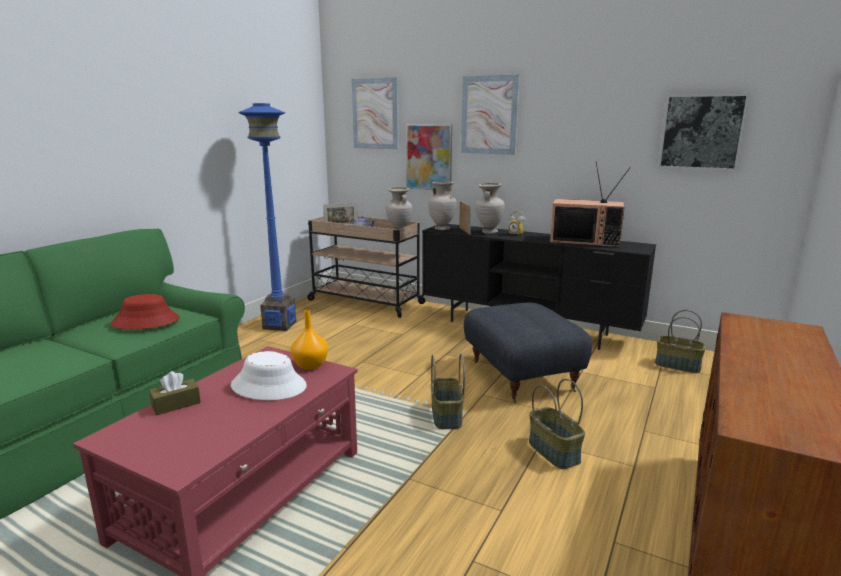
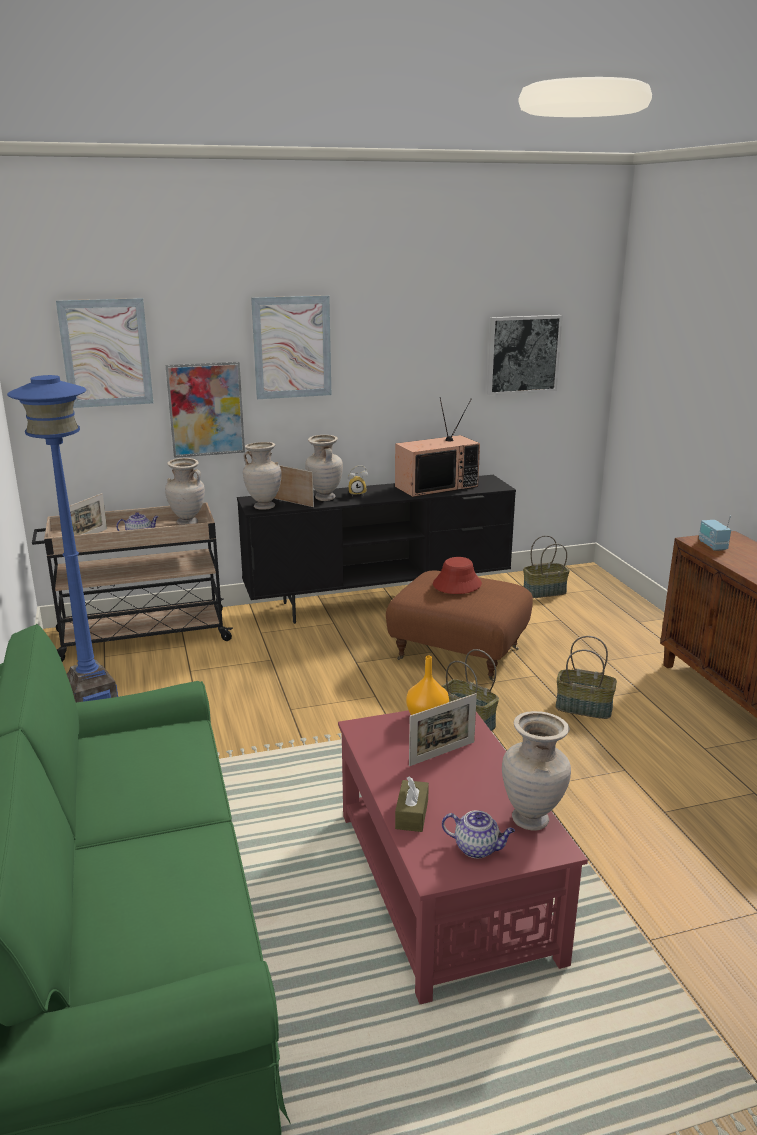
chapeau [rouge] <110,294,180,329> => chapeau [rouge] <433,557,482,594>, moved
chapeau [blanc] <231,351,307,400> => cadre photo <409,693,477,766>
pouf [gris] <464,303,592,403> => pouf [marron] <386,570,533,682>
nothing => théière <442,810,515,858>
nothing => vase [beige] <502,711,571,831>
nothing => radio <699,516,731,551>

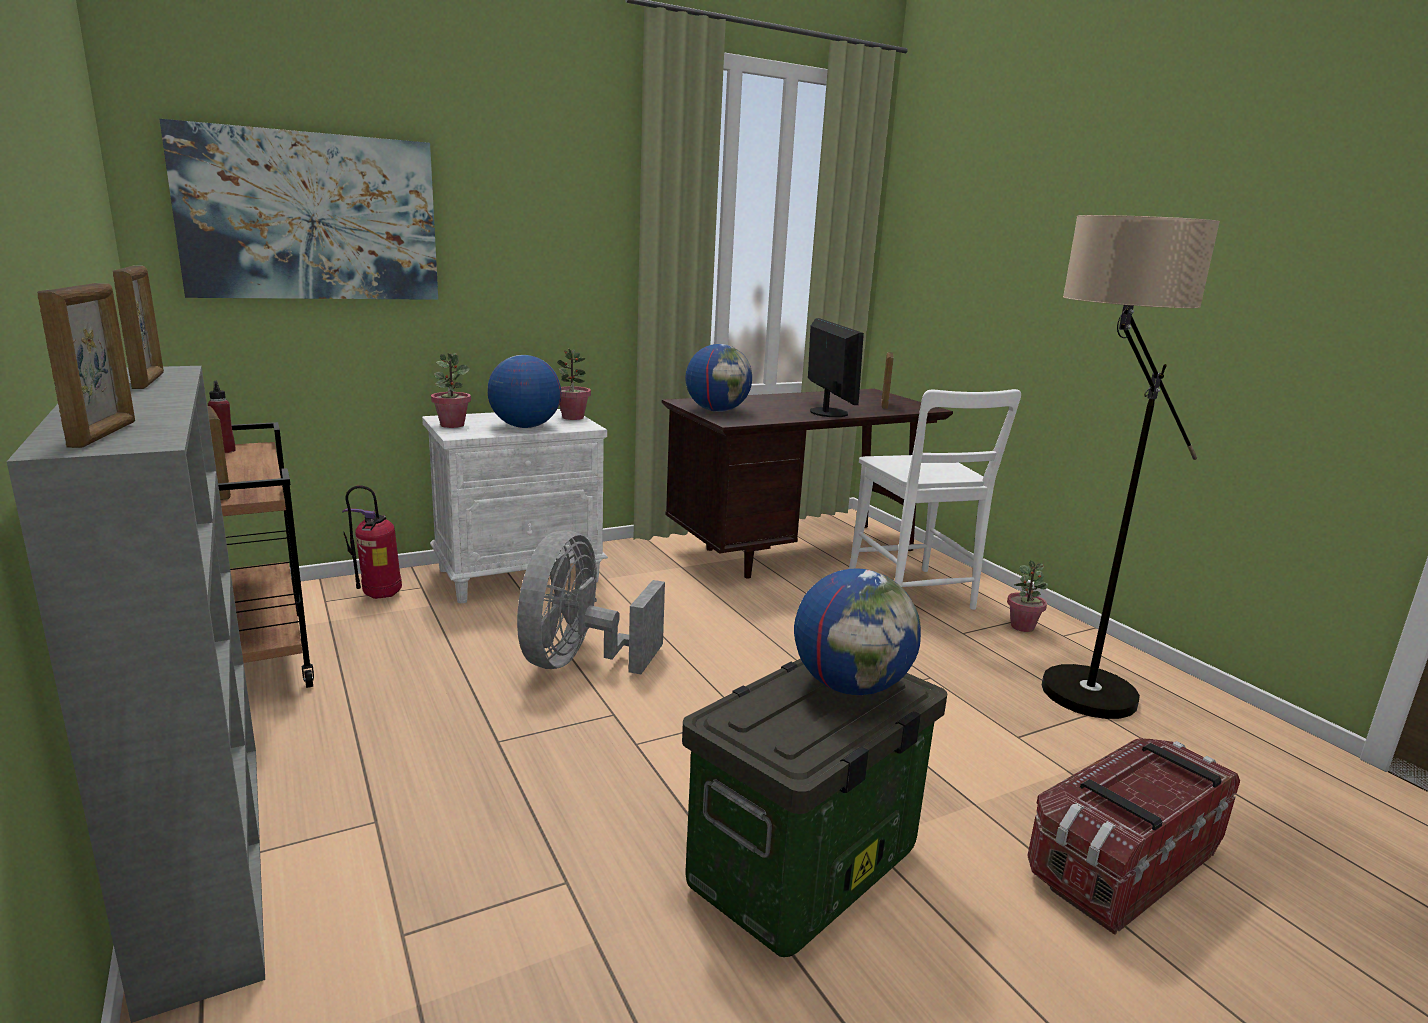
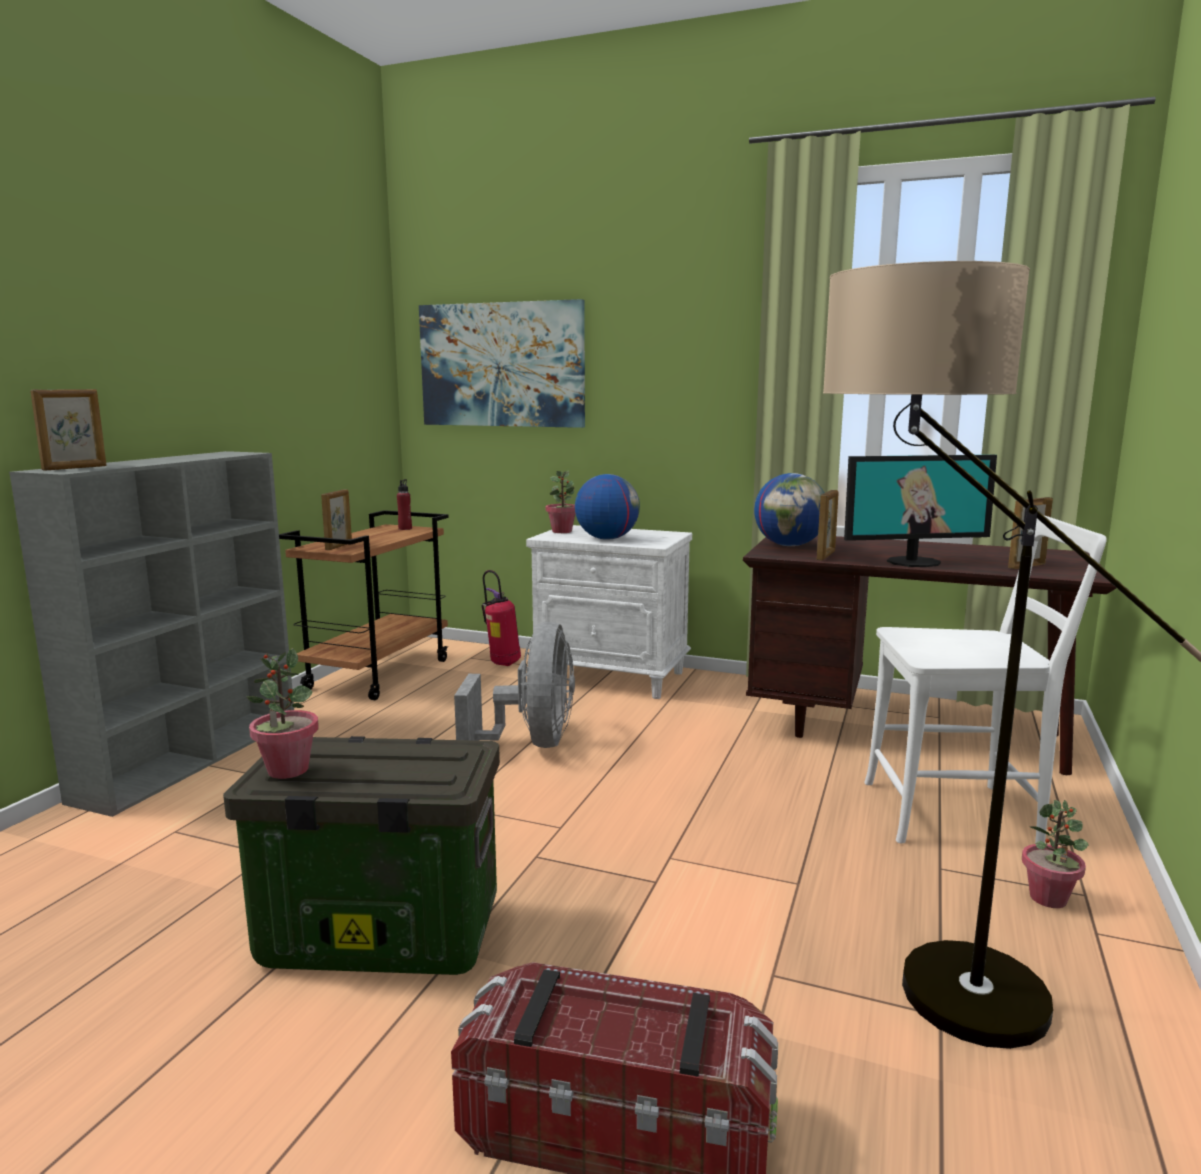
cadre photo <113,266,164,389> => cadre photo <817,490,838,560>, moved
ventilateur [gris] <517,530,665,674> => ventilateur [gris] <454,622,575,748>, 120 degrees clockwise
plante en pot <557,349,591,420> => plante en pot <246,648,319,779>, moved
globe <794,568,921,695> => nothing
écran d'ordinateur <808,318,864,417> => écran d'ordinateur <844,455,997,567>, 45 degrees clockwise
chaise [blanc] <849,389,1021,610> => chaise [blanc] <864,516,1107,844>, 120 degrees counterclockwise

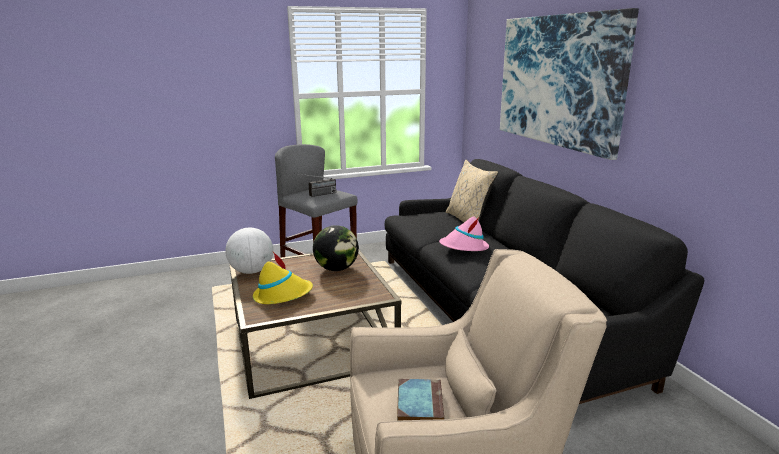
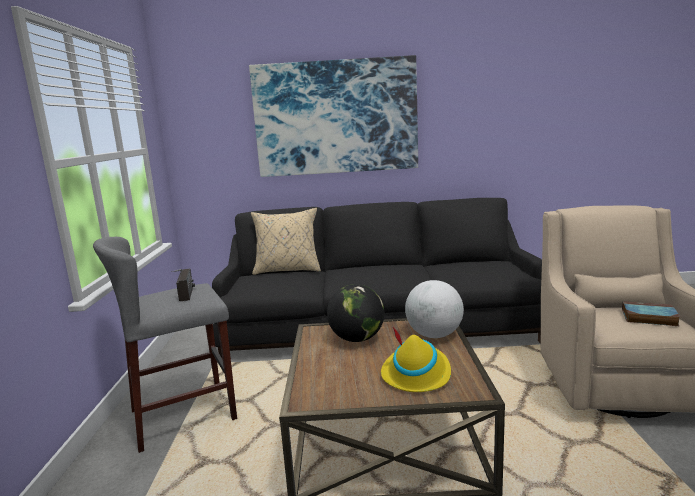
globe <225,228,273,274> => globe <405,280,464,338>, moved
chapeau [rose] <439,216,489,251> => nothing

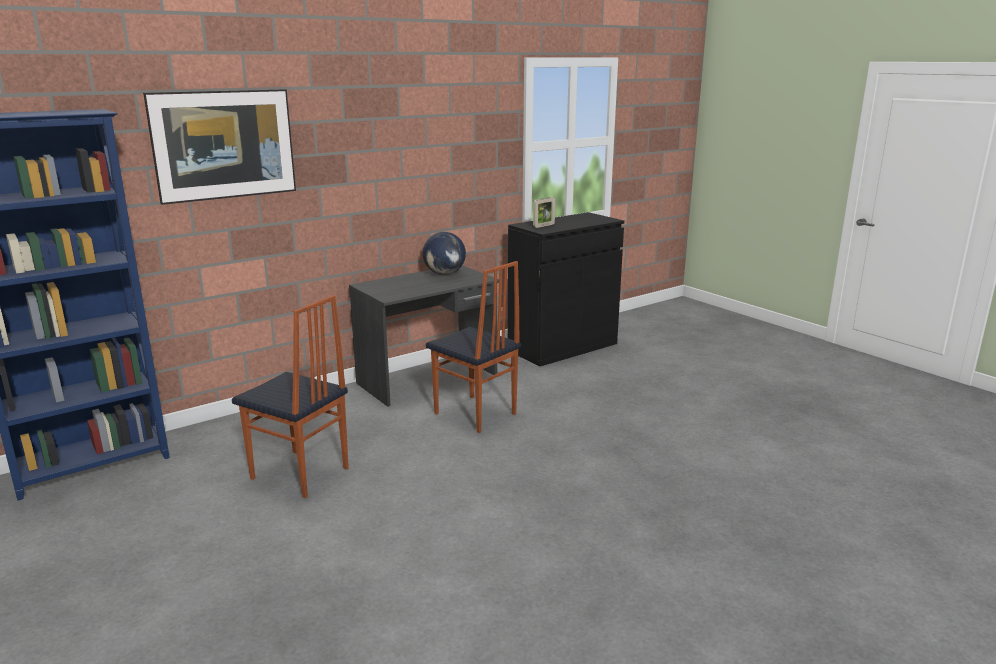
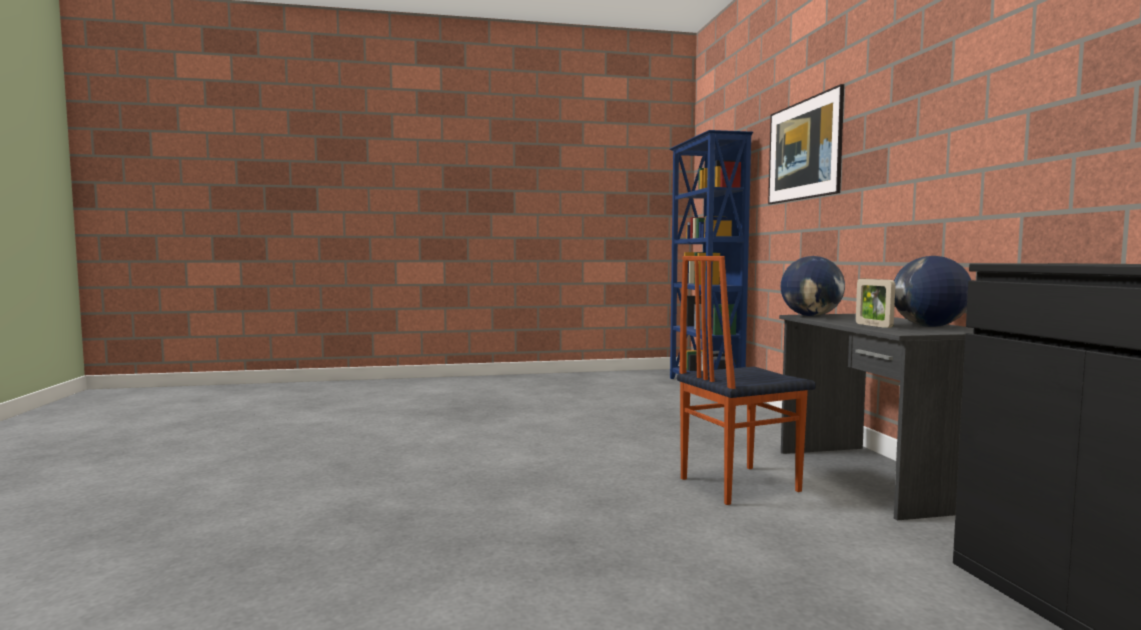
chaise <232,295,349,498> => nothing
cadre photo <533,197,555,228> => cadre photo <856,279,895,328>, moved
nothing => globe <781,256,845,316>

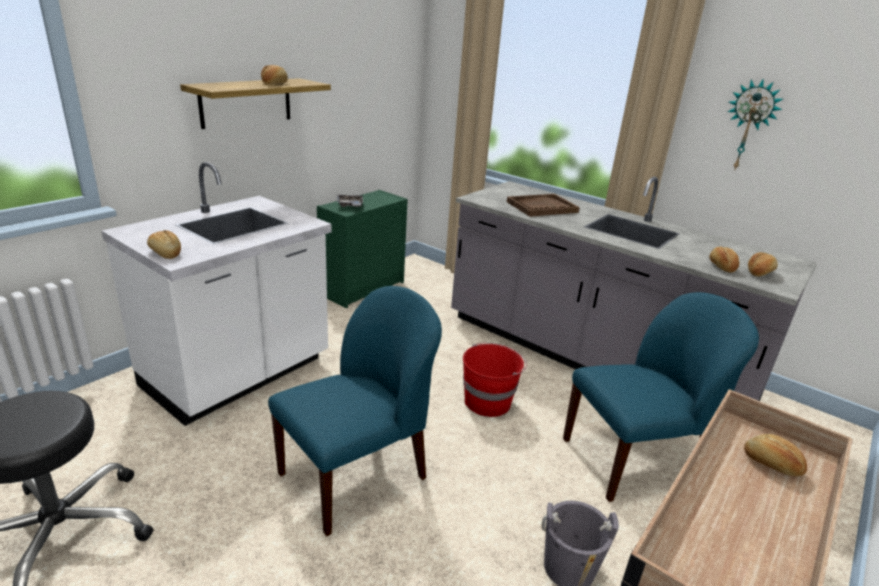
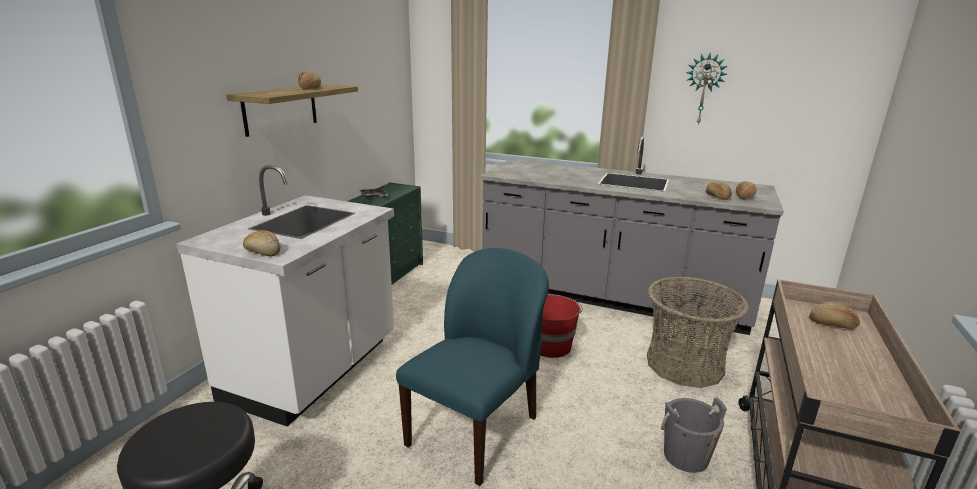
plateau [marron] <507,194,580,217> => nothing
chaise [bleu] <563,292,759,502> => panier <647,276,749,388>

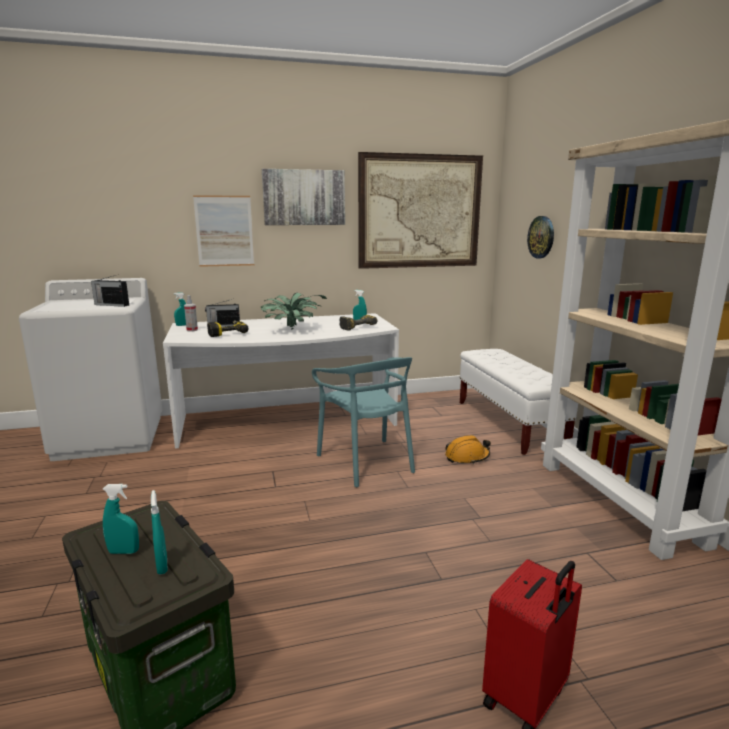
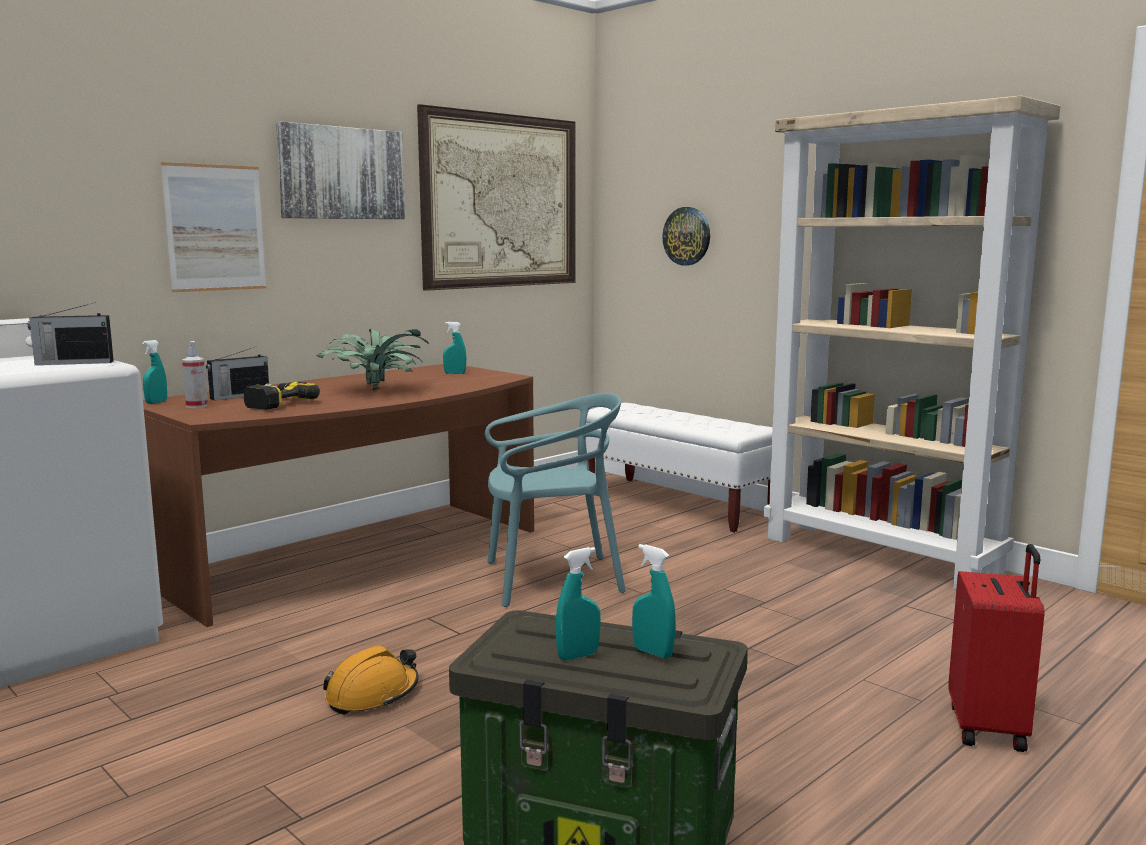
bureau [blanc] <163,313,399,449> => bureau [marron] <143,364,534,627>
chaise [turquoise] <312,357,415,487> => chaise [turquoise] <485,393,626,607>, 45 degrees counterclockwise
perceuse <339,315,377,331> => nothing
casque de chantier [orange] <445,435,491,464> => casque de chantier [orange] <323,646,419,715>, moved

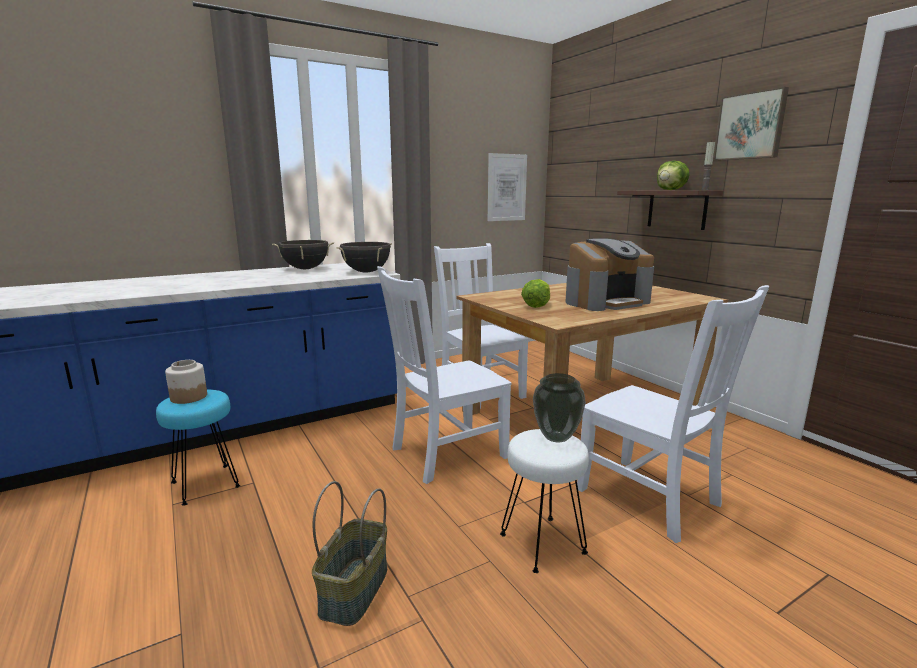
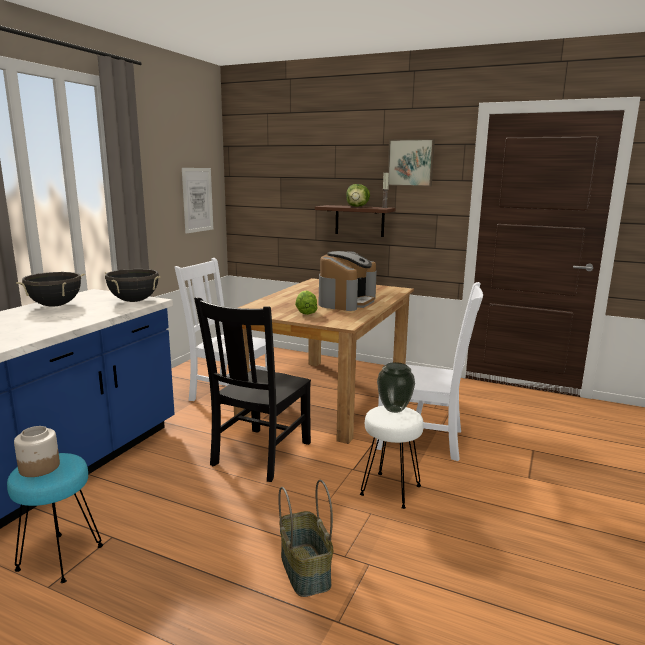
chaise [blanc] <377,266,512,484> => chaise [noir] <194,297,311,482>

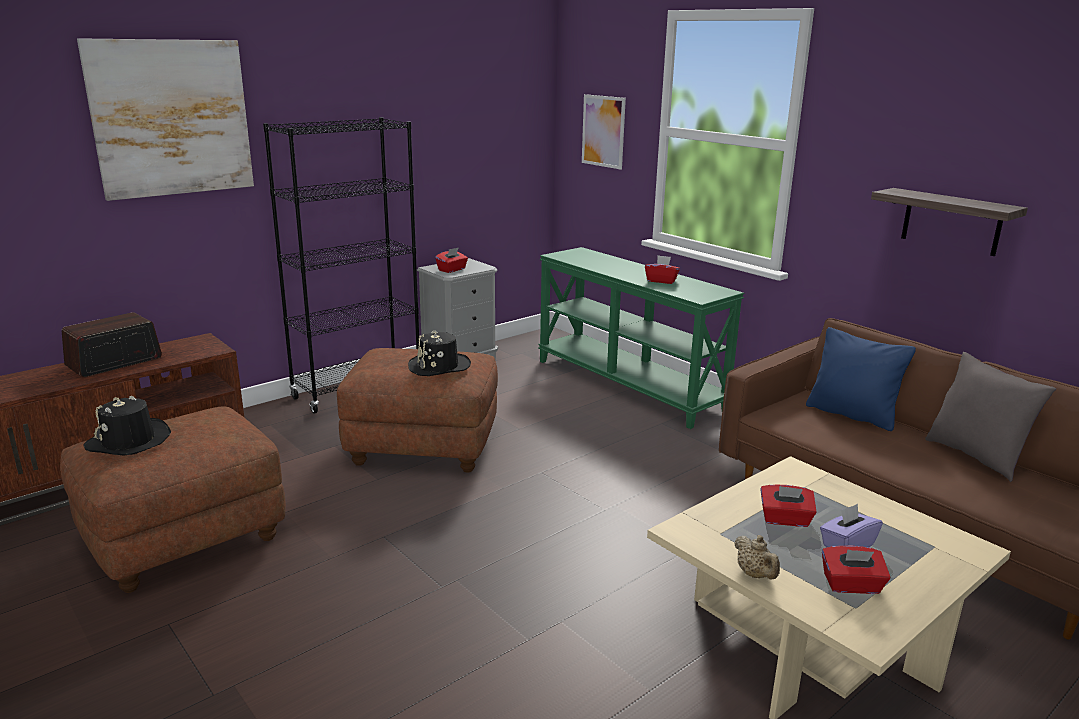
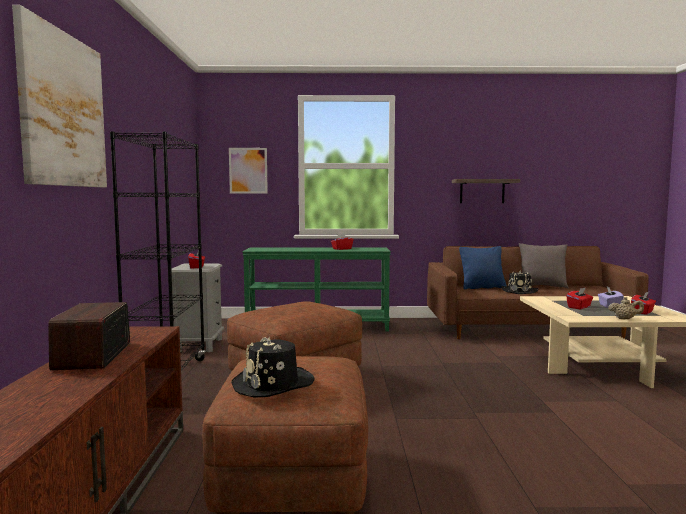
chapeau [noir] <408,330,471,376> => chapeau [noir] <501,270,538,294>, moved

